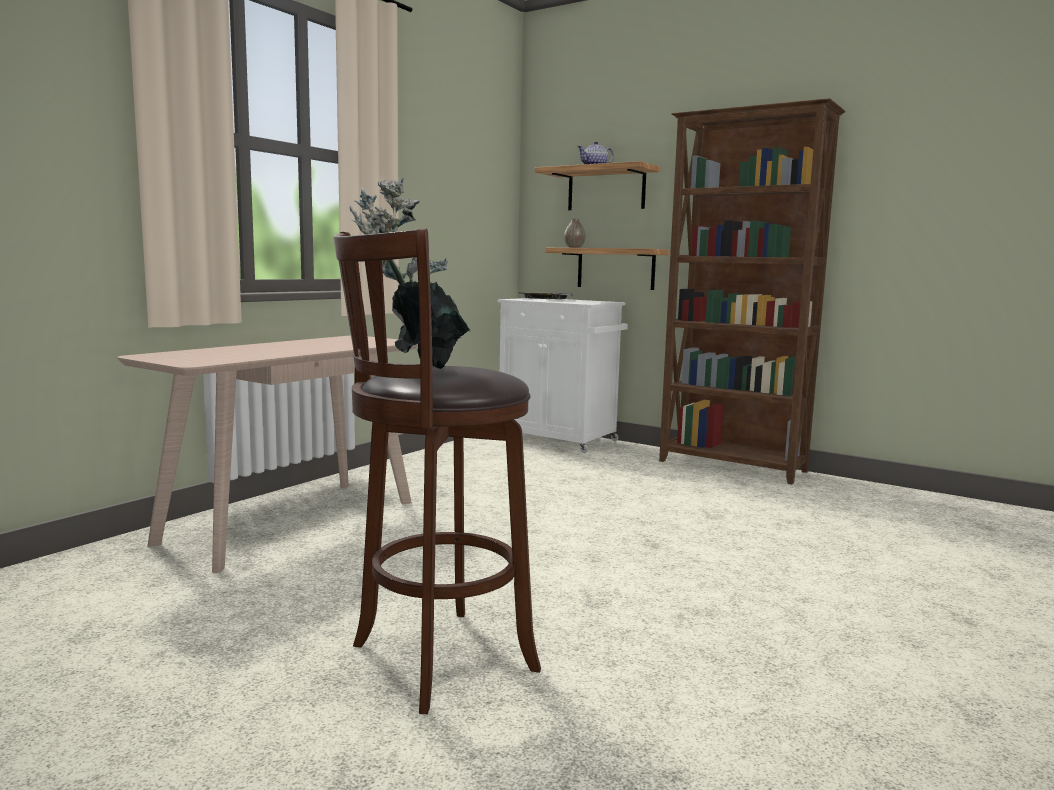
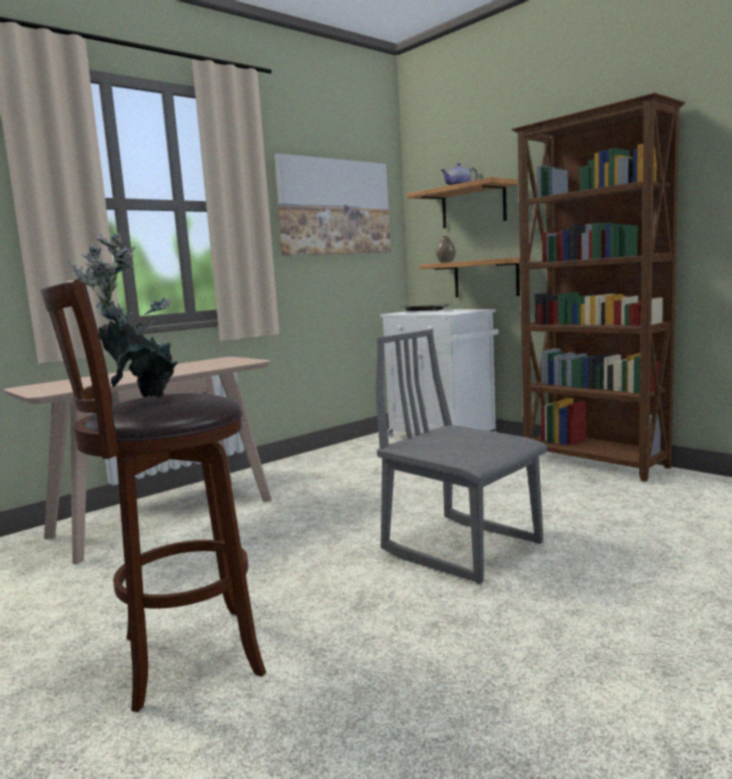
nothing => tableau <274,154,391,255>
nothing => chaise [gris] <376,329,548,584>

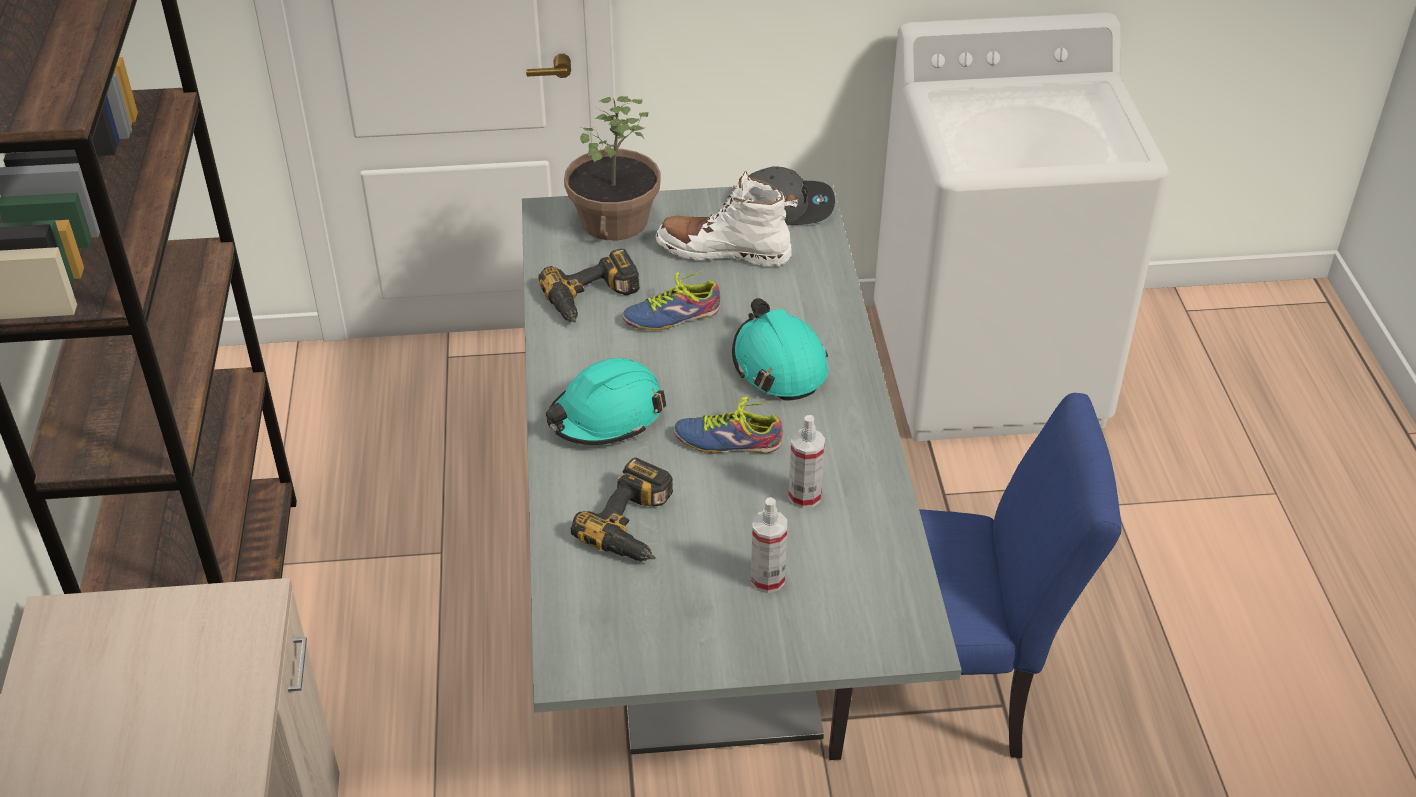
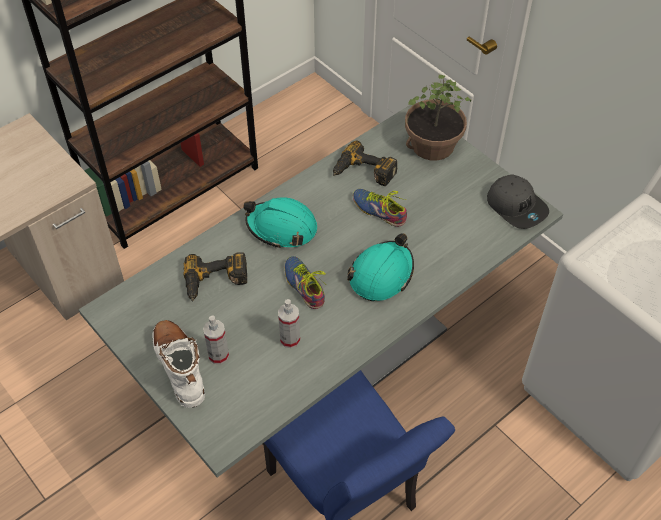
botte [blanc] <656,171,798,266> => botte [blanc] <152,320,205,408>, moved

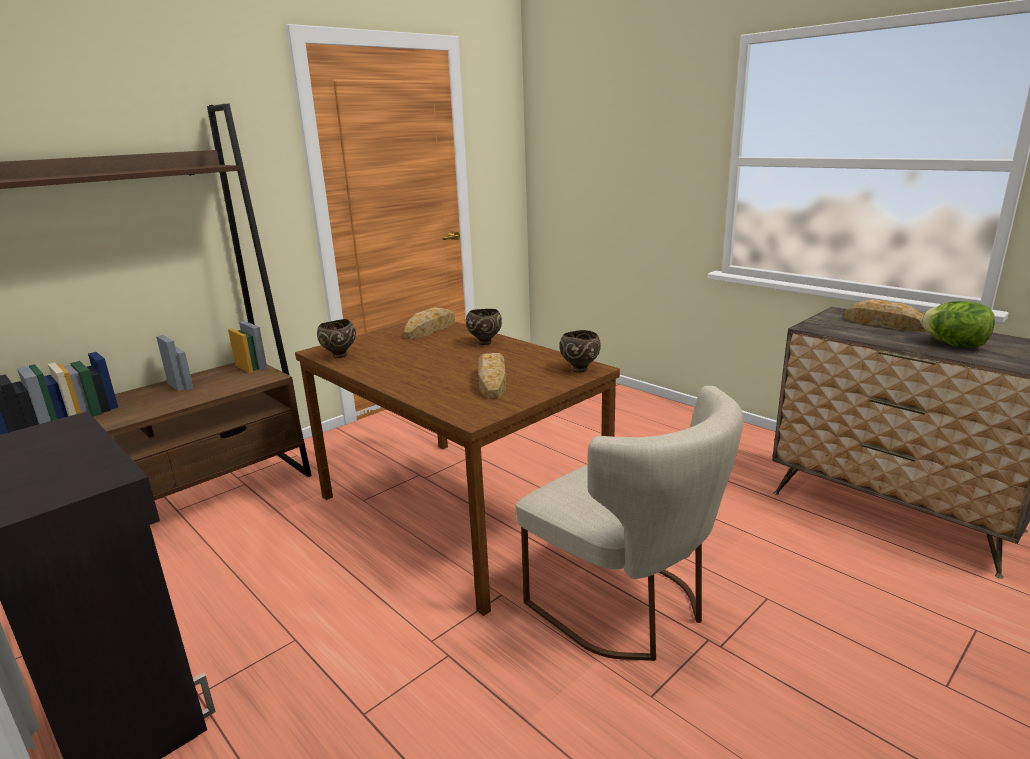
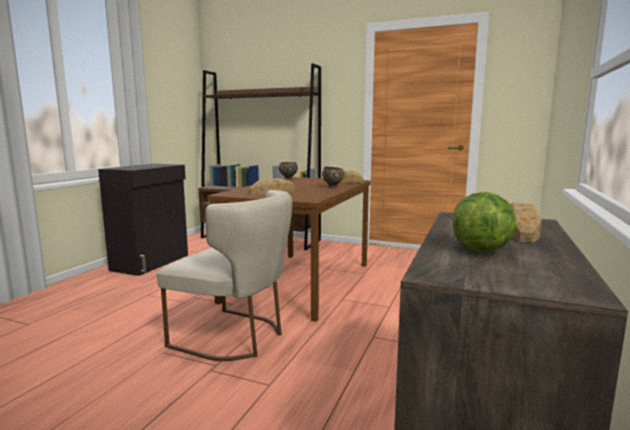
chaise [beige] <516,386,743,661> => chaise [beige] <157,190,292,361>, 90 degrees counterclockwise
bol [marron] <559,330,601,372> => nothing

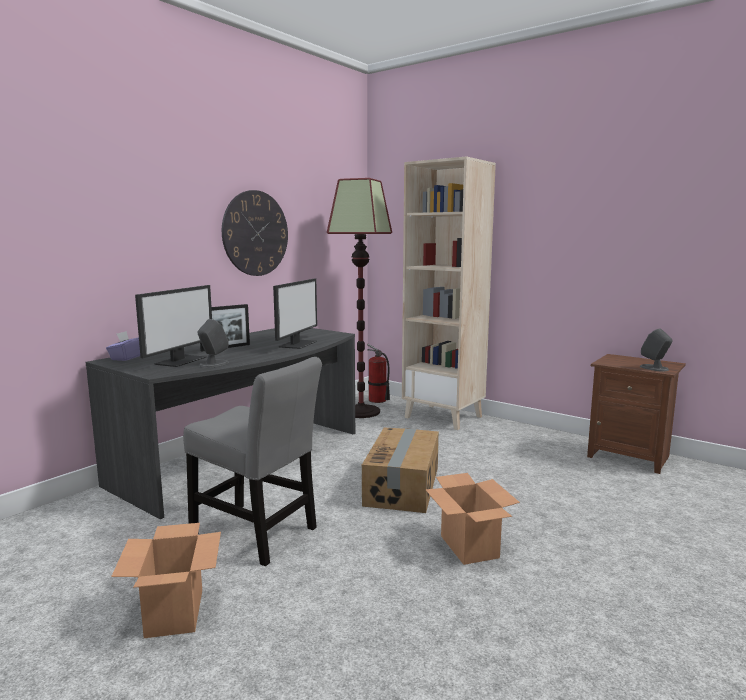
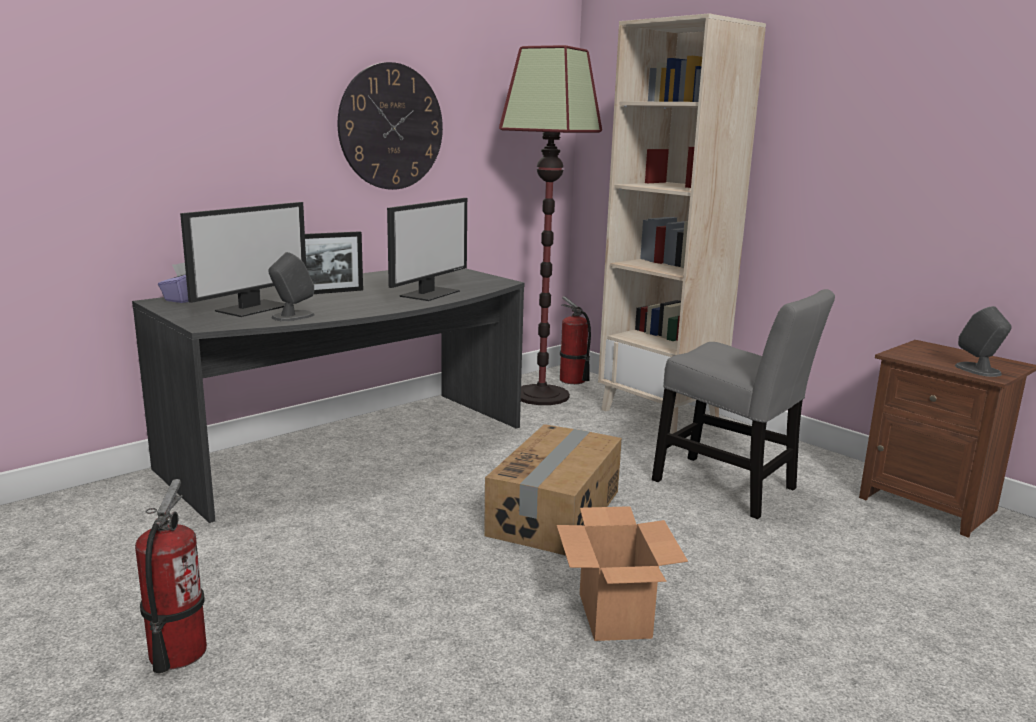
carton <111,523,221,638> => extincteur <135,479,207,673>
chaise [gris] <183,357,322,566> => chaise [gris] <652,289,835,519>, moved

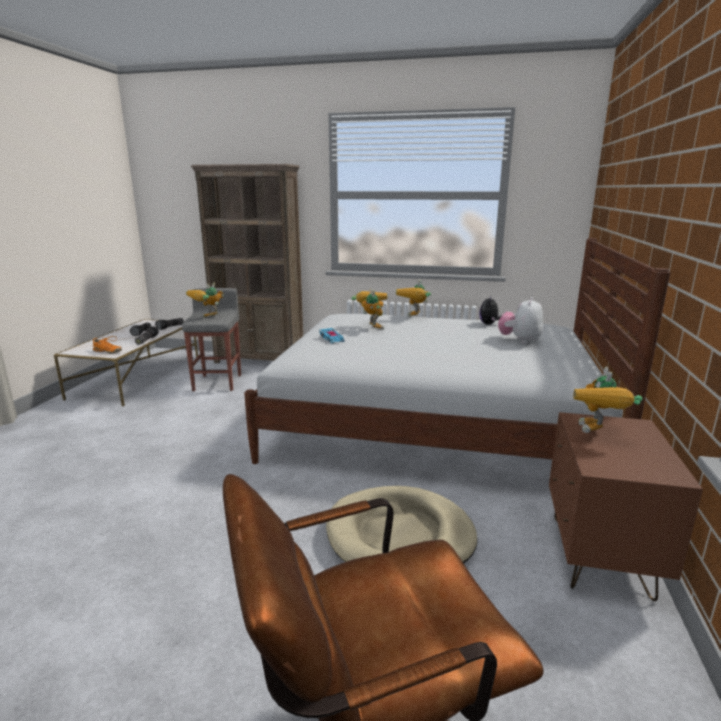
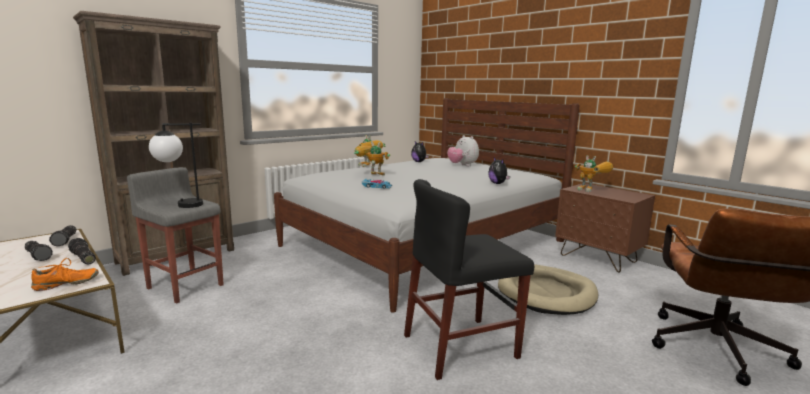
robot jouet <186,283,224,318> => lampe de table <149,122,203,208>
nothing => chaise [noir] <404,179,534,380>
nothing => peluche <488,157,510,184>

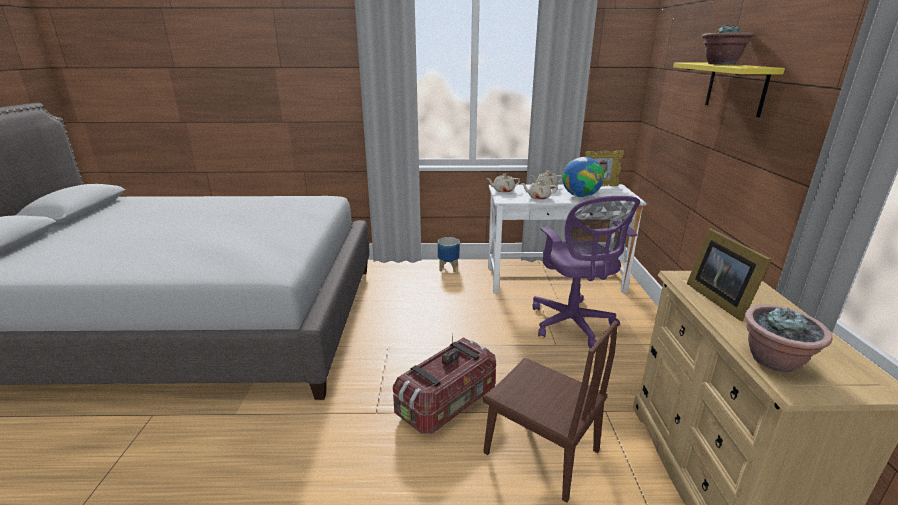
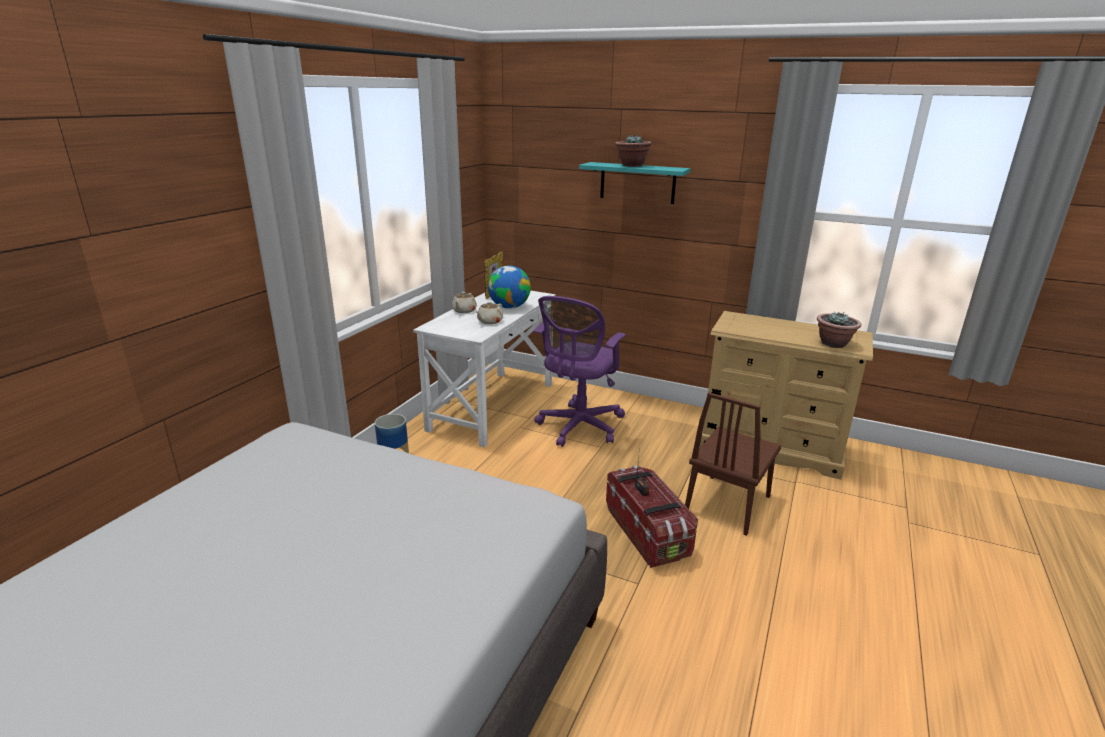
chaise [marron] <483,321,618,503> => chaise [marron] <685,392,781,536>, 150 degrees clockwise
théière [beige] <486,174,520,193> => nothing
chaise de bureau [violet] <533,196,640,349> => chaise de bureau [violet] <534,296,626,447>, 105 degrees clockwise
étagère [jaune] <673,63,785,117> => étagère [turquoise] <579,162,690,204>
cadre photo <687,228,772,321> => nothing

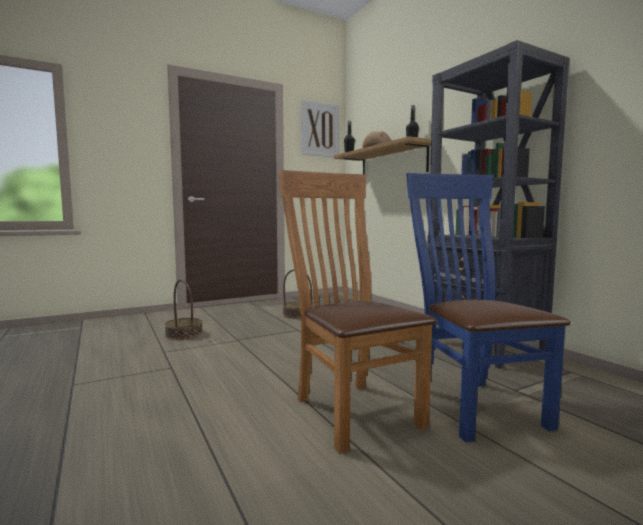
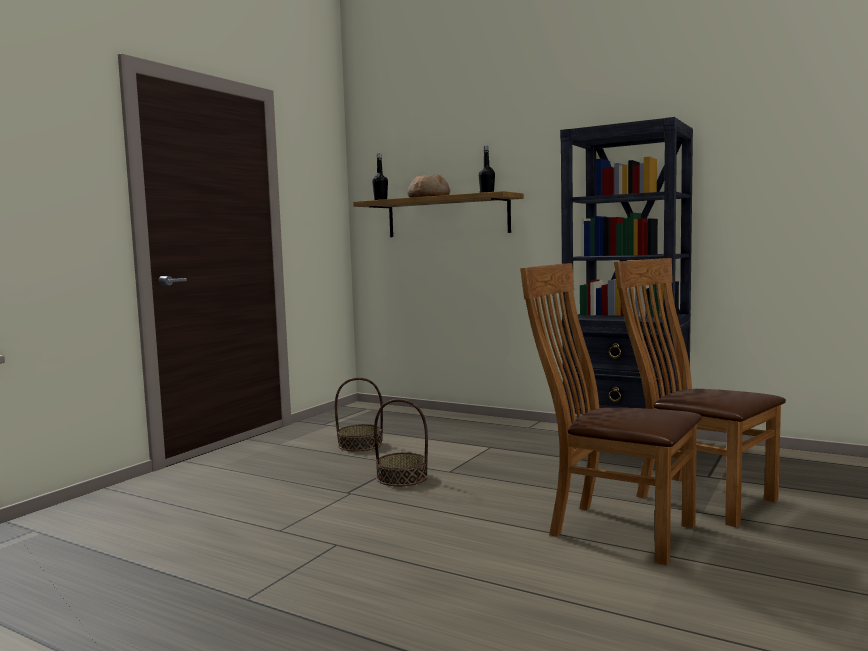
panier <165,279,203,340> => panier <374,399,428,486>, moved
tableau <301,100,339,157> => nothing
chaise [bleu] <406,173,571,442> => chaise [marron] <614,258,786,527>

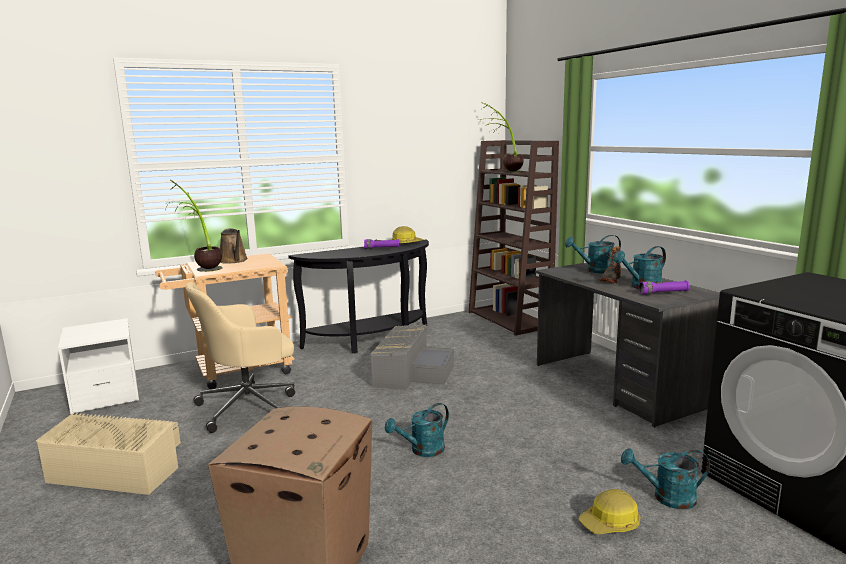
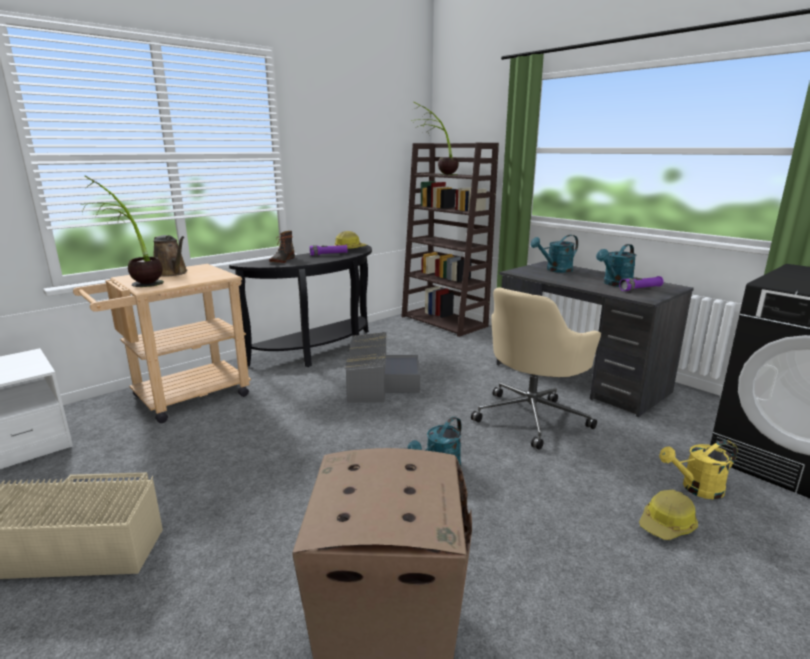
chaise de bureau [beige] <186,282,295,433> => chaise de bureau [beige] <471,287,601,450>, moved
botte <599,246,621,283> => botte <269,231,295,263>, moved
arrosoir [turquoise] <621,448,710,509> => arrosoir [jaune] <659,440,737,499>

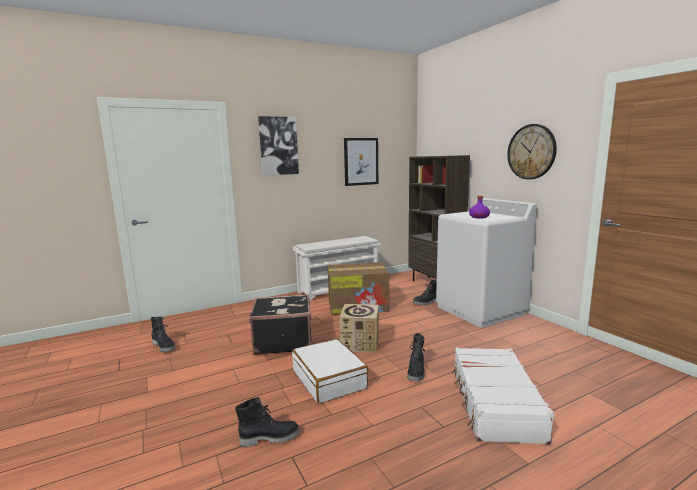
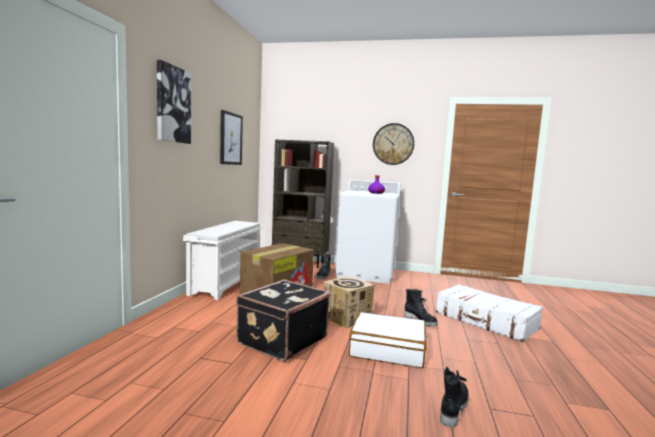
botte [noir] <151,316,175,352> => nothing

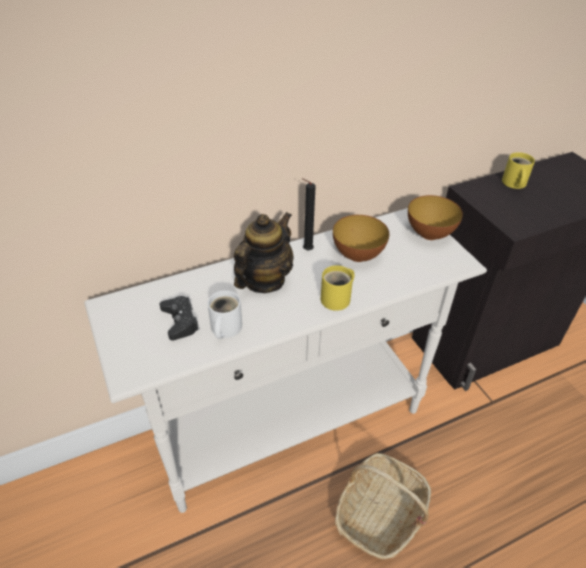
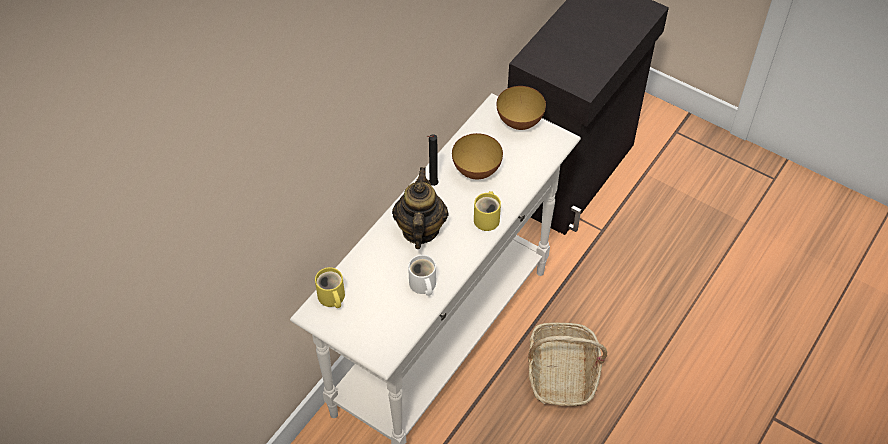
manette [noir] <160,296,200,341> => nothing
mug [jaune] <502,152,535,189> => mug [jaune] <315,267,345,308>, moved

